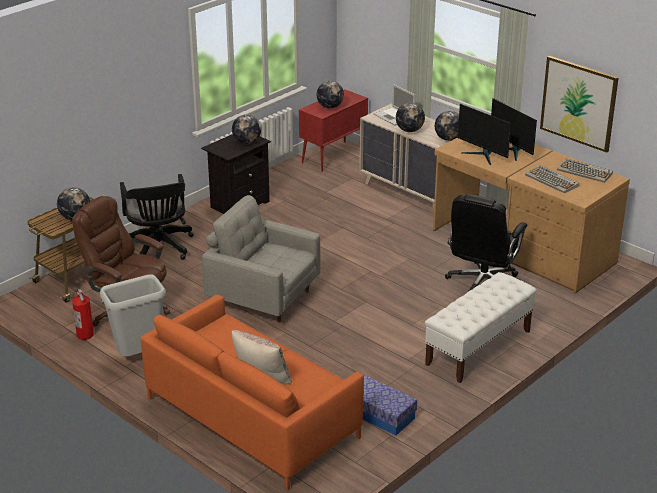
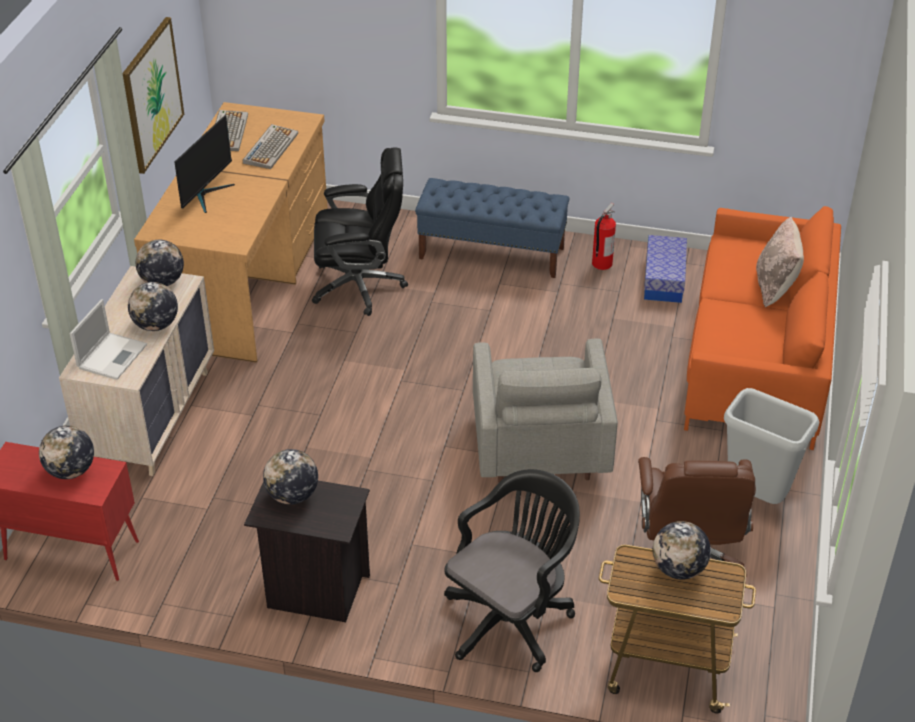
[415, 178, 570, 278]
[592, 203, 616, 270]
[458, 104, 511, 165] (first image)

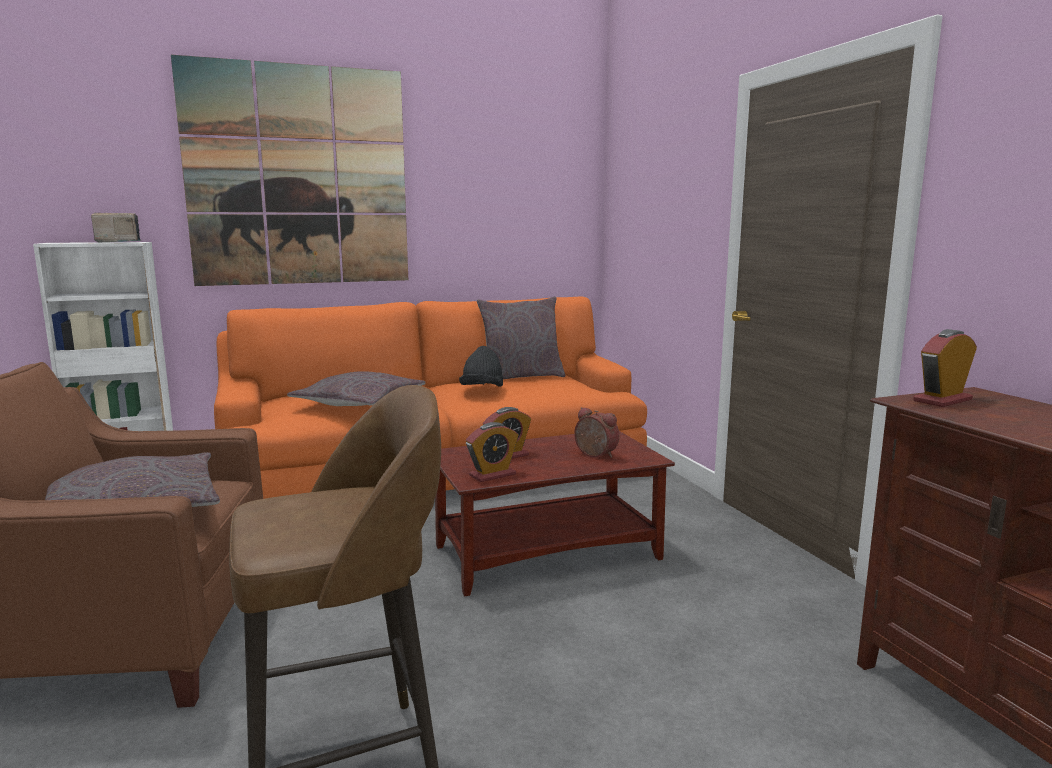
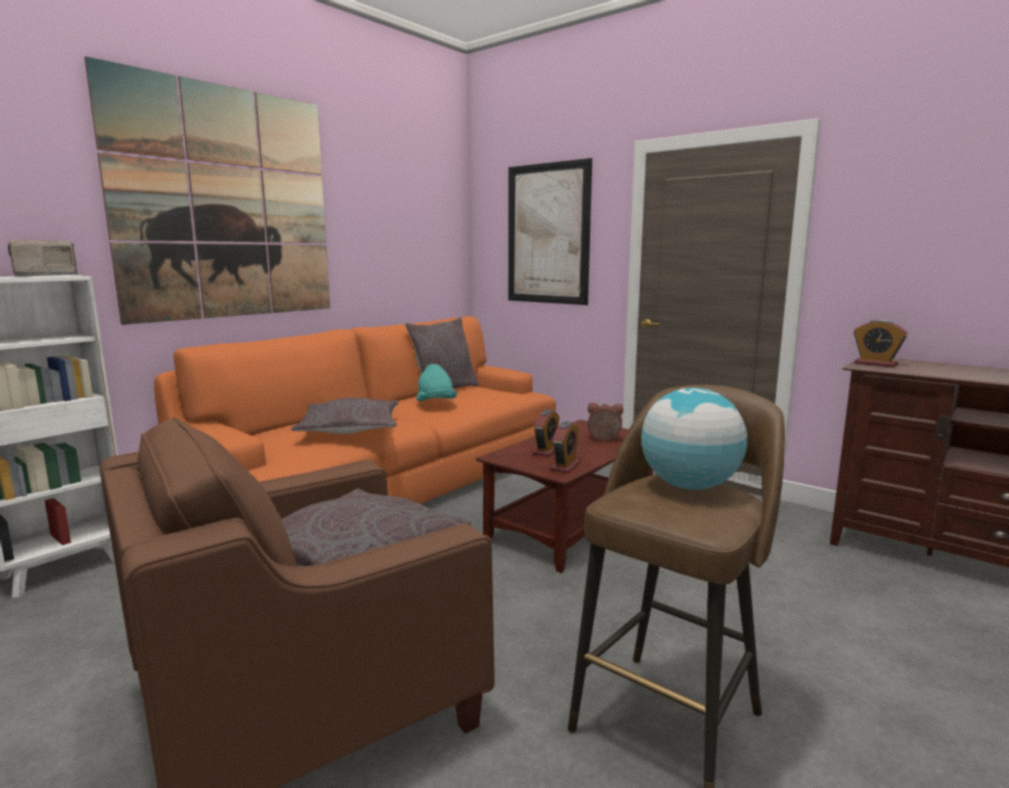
[416, 364, 457, 401]
[508, 158, 592, 305]
[641, 388, 748, 490]
[854, 319, 908, 367]

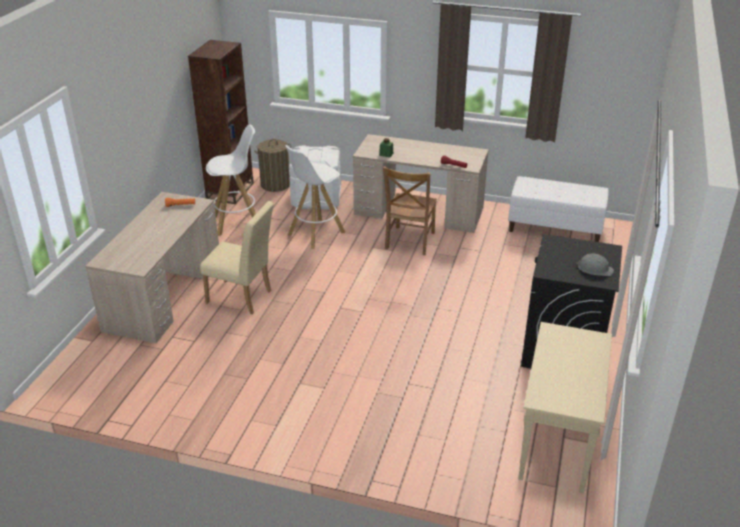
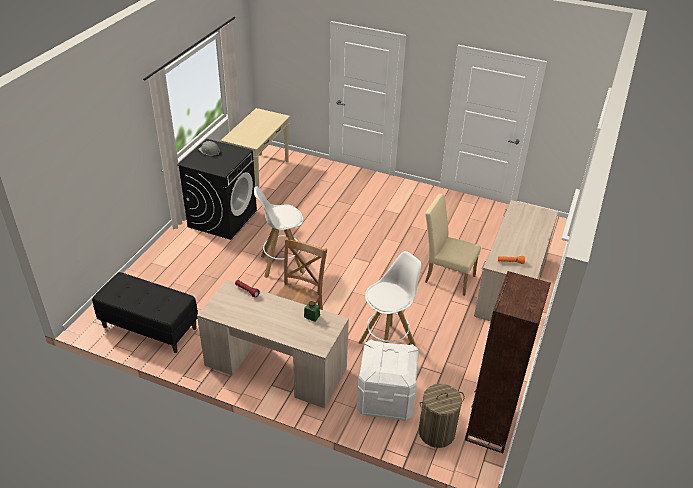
[92, 272, 198, 353]
[254, 186, 305, 278]

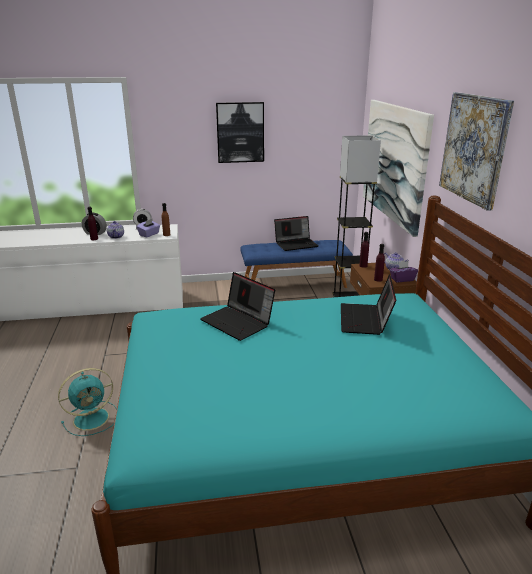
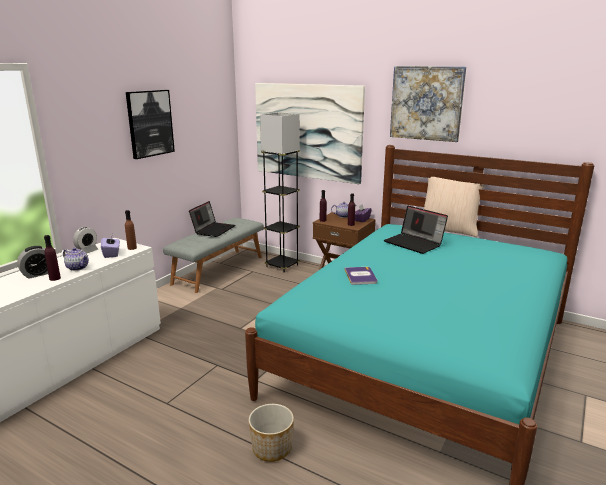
[163, 218, 264, 293]
[249, 404, 294, 462]
[344, 267, 377, 285]
[424, 177, 485, 237]

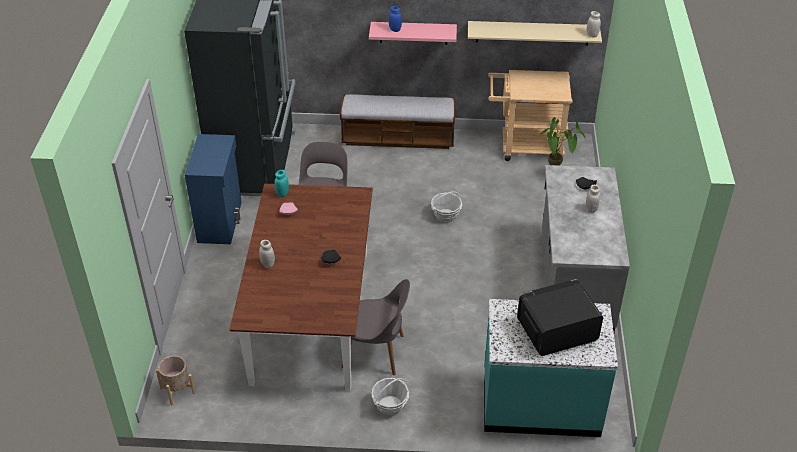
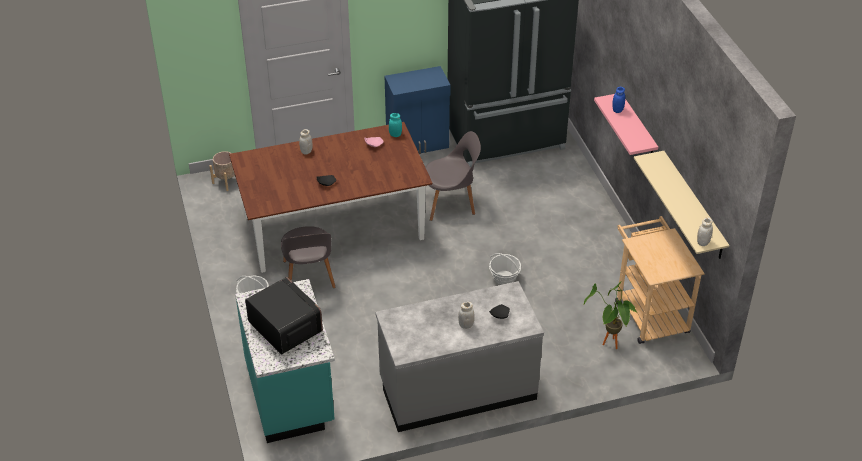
[340, 94, 455, 149] (first image)

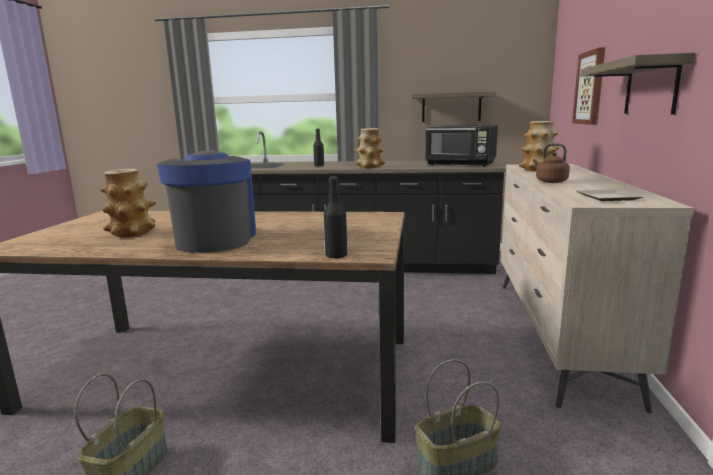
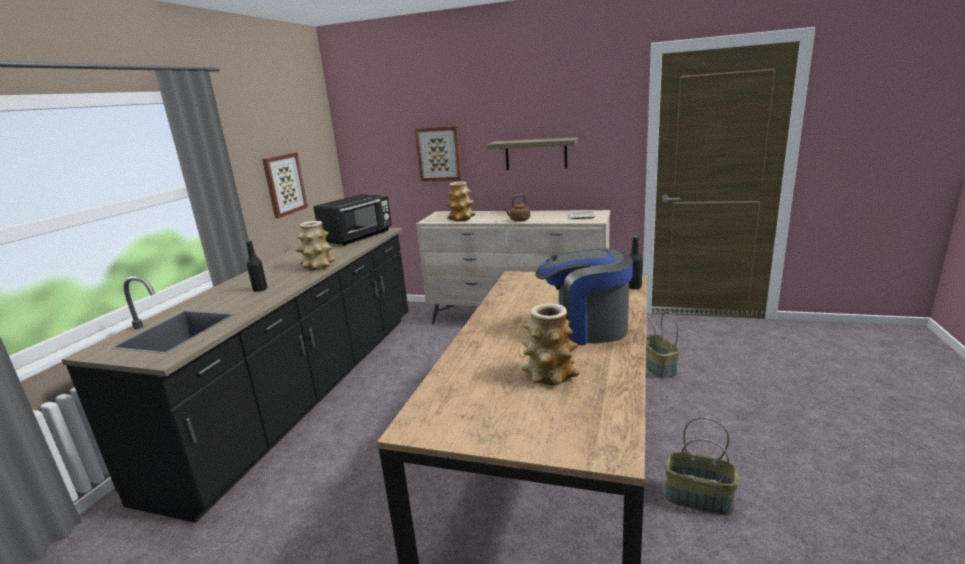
[262, 152, 308, 218]

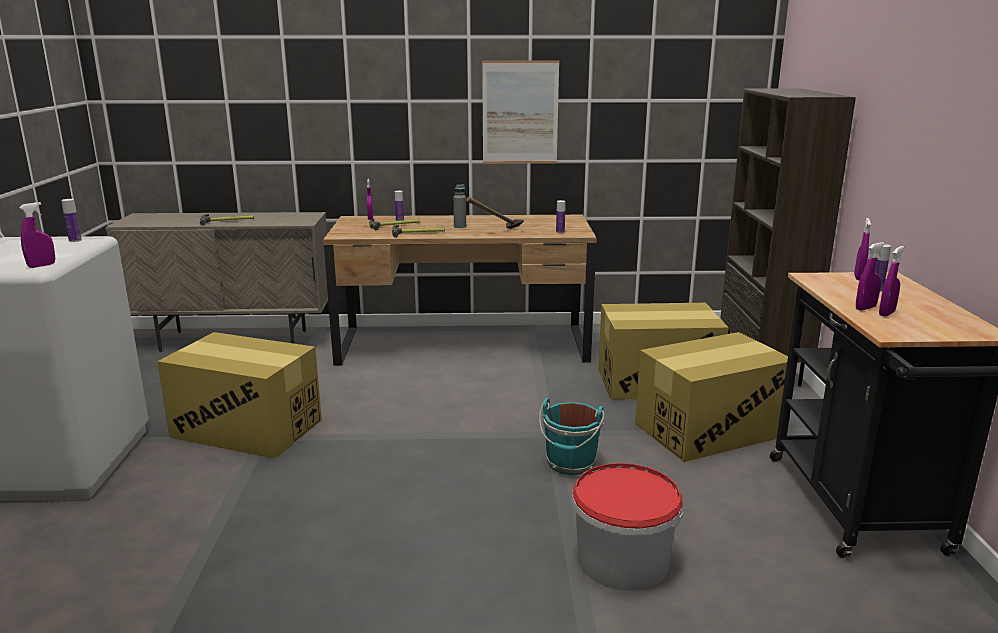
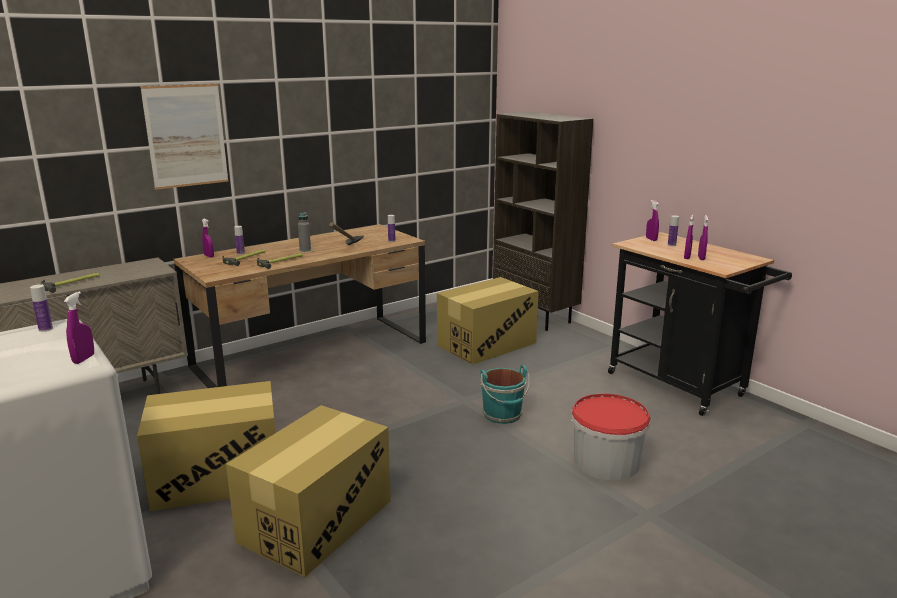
[140, 84, 228, 190]
[226, 405, 391, 577]

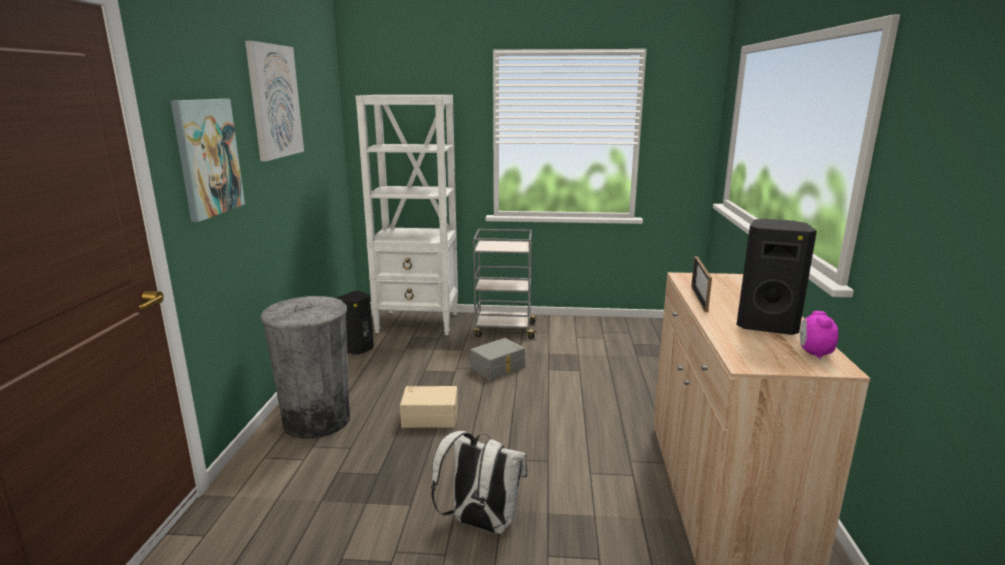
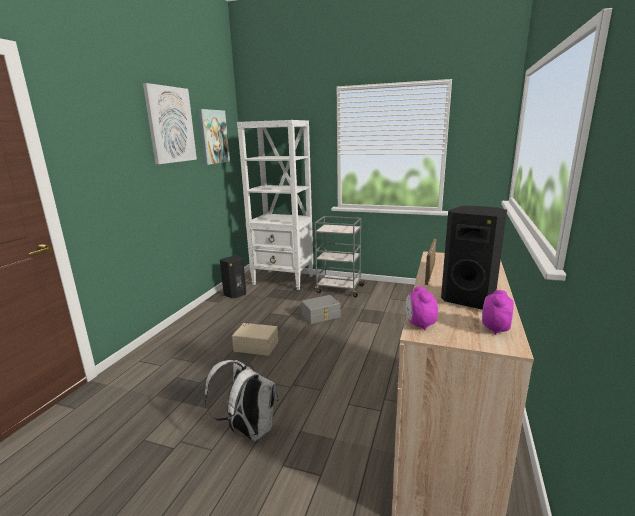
[198, 109, 230, 165]
[406, 287, 438, 330]
[260, 296, 350, 439] (first image)

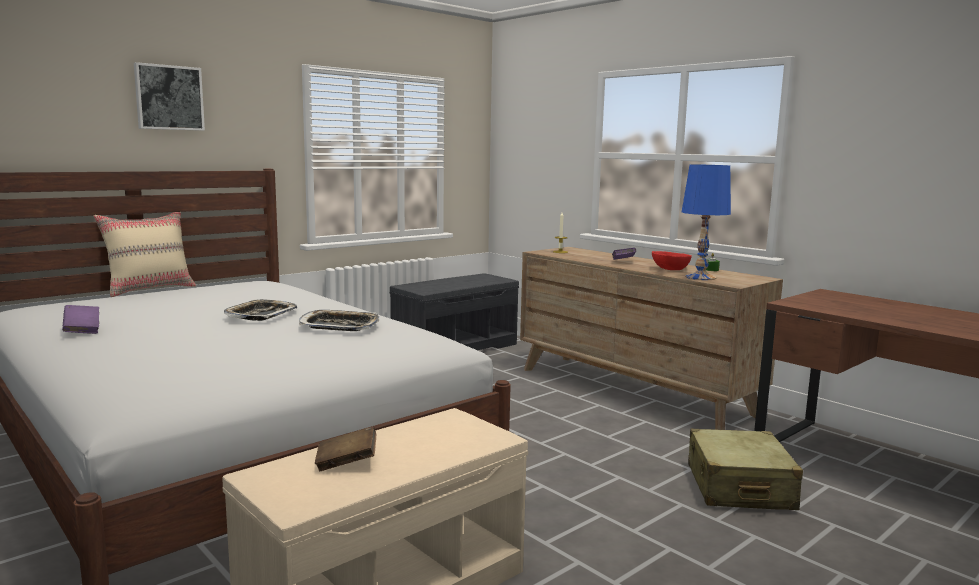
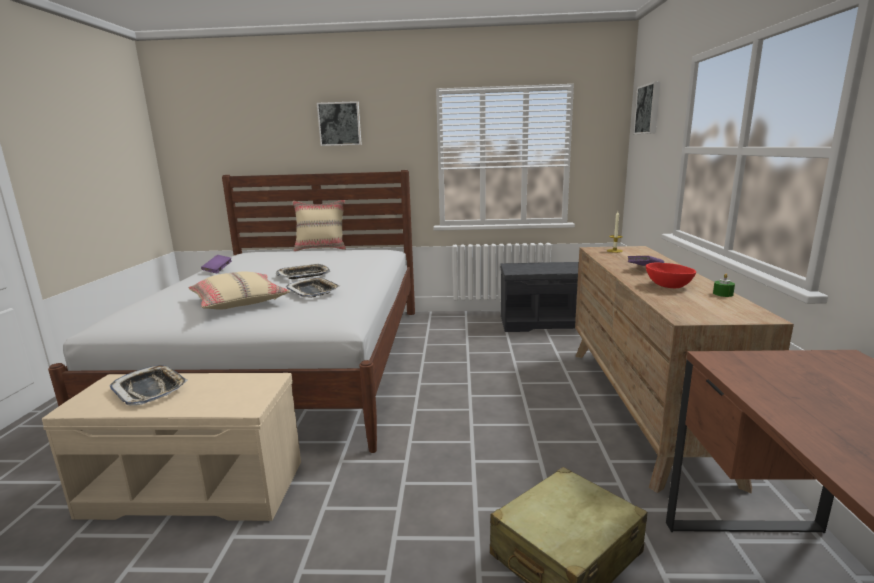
[109, 365, 188, 406]
[189, 272, 290, 310]
[633, 81, 661, 134]
[682, 164, 731, 280] (first image)

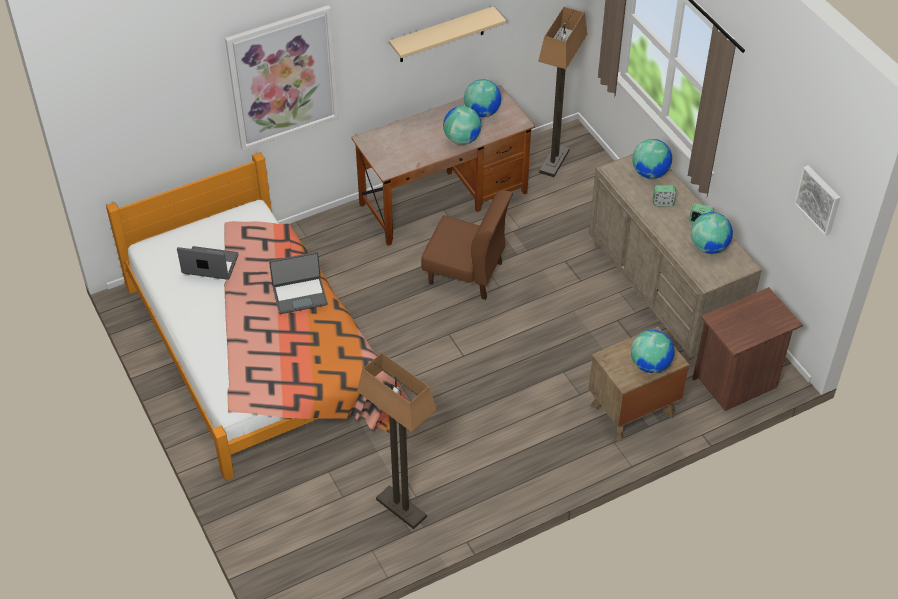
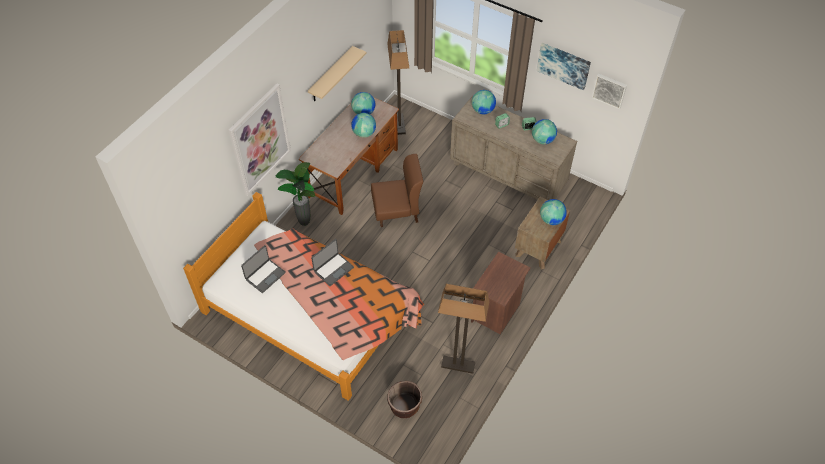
[241, 245, 286, 293]
[276, 162, 315, 226]
[387, 381, 422, 418]
[471, 251, 531, 334]
[537, 43, 591, 90]

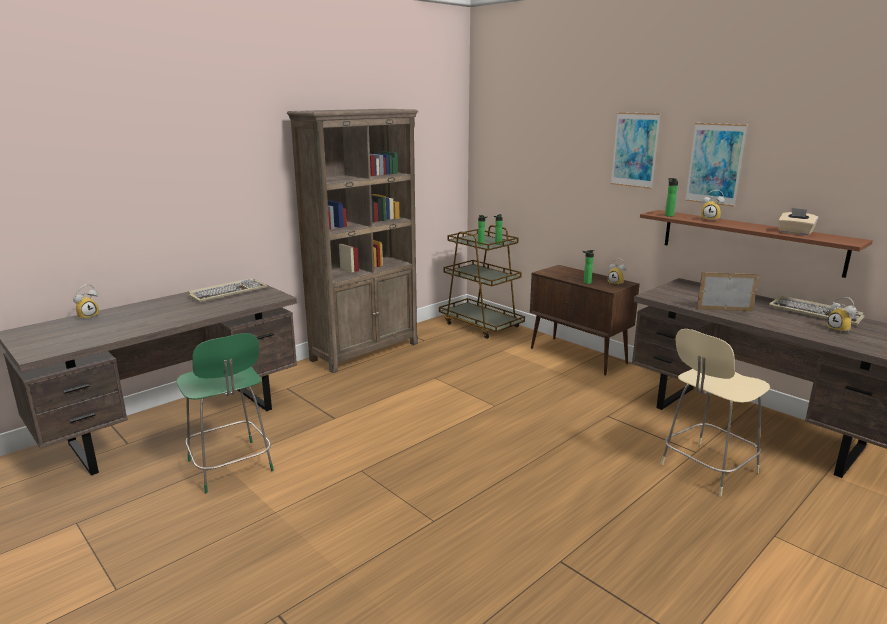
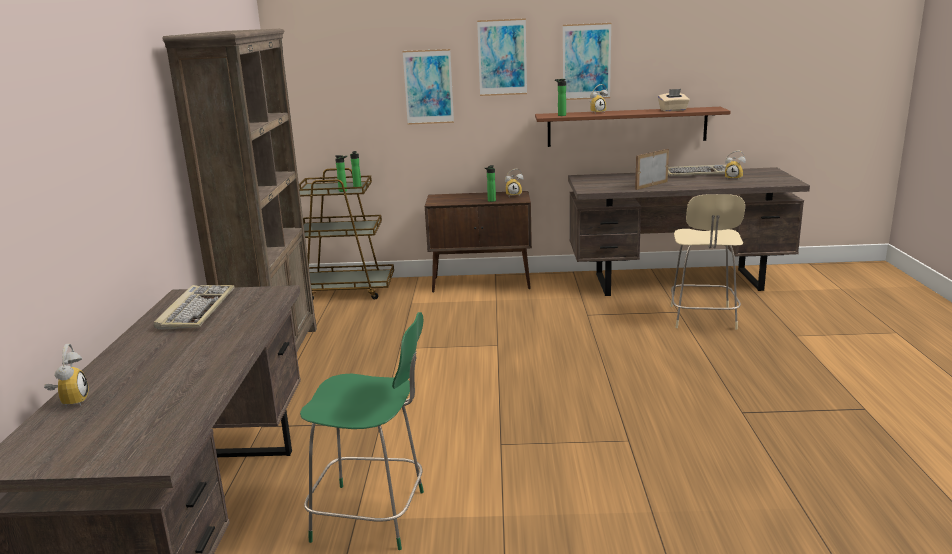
[403, 49, 454, 125]

